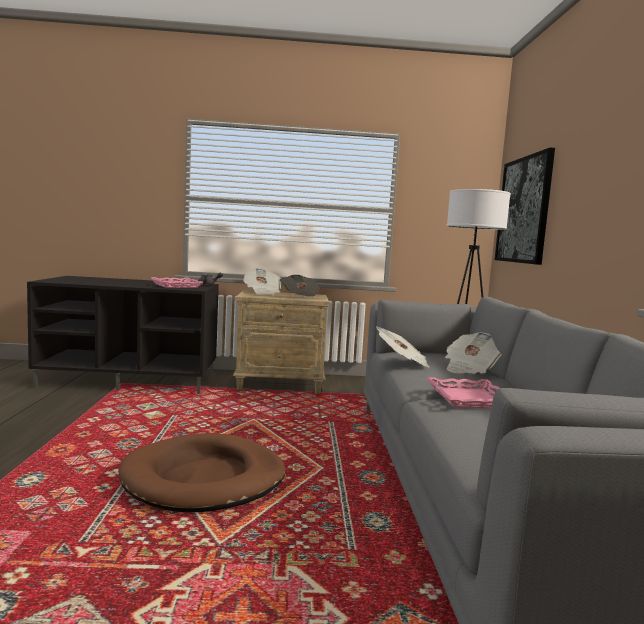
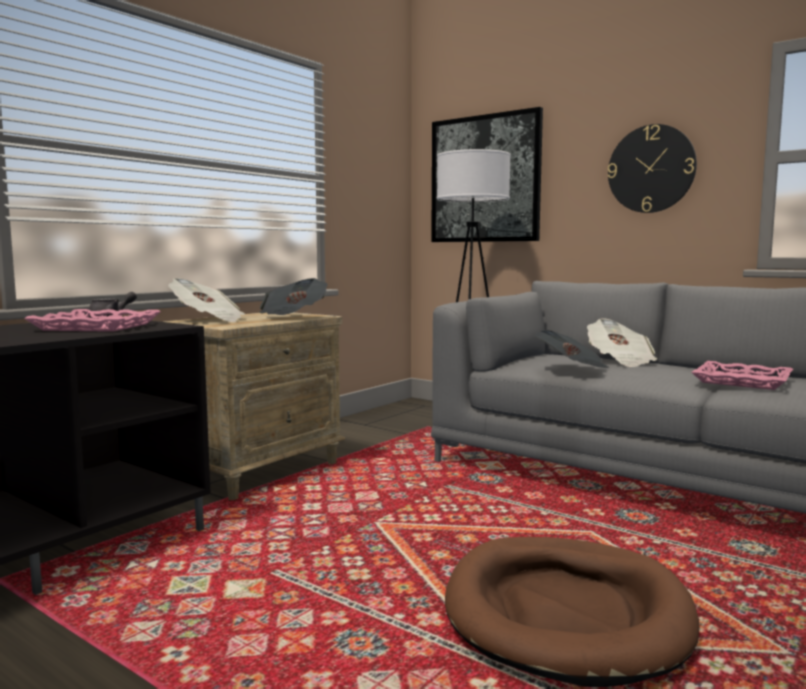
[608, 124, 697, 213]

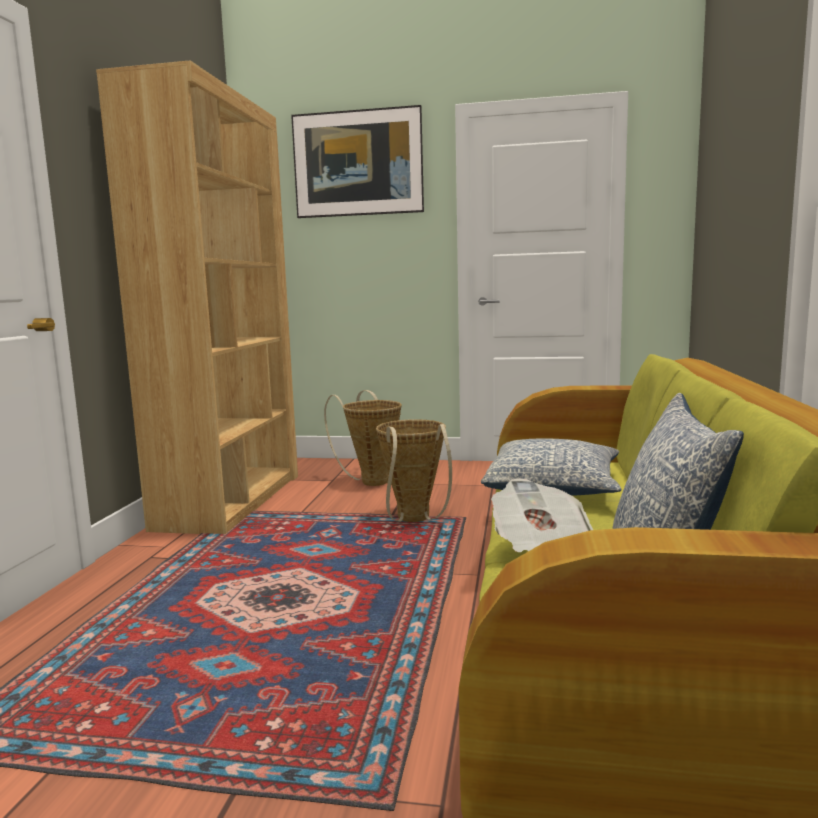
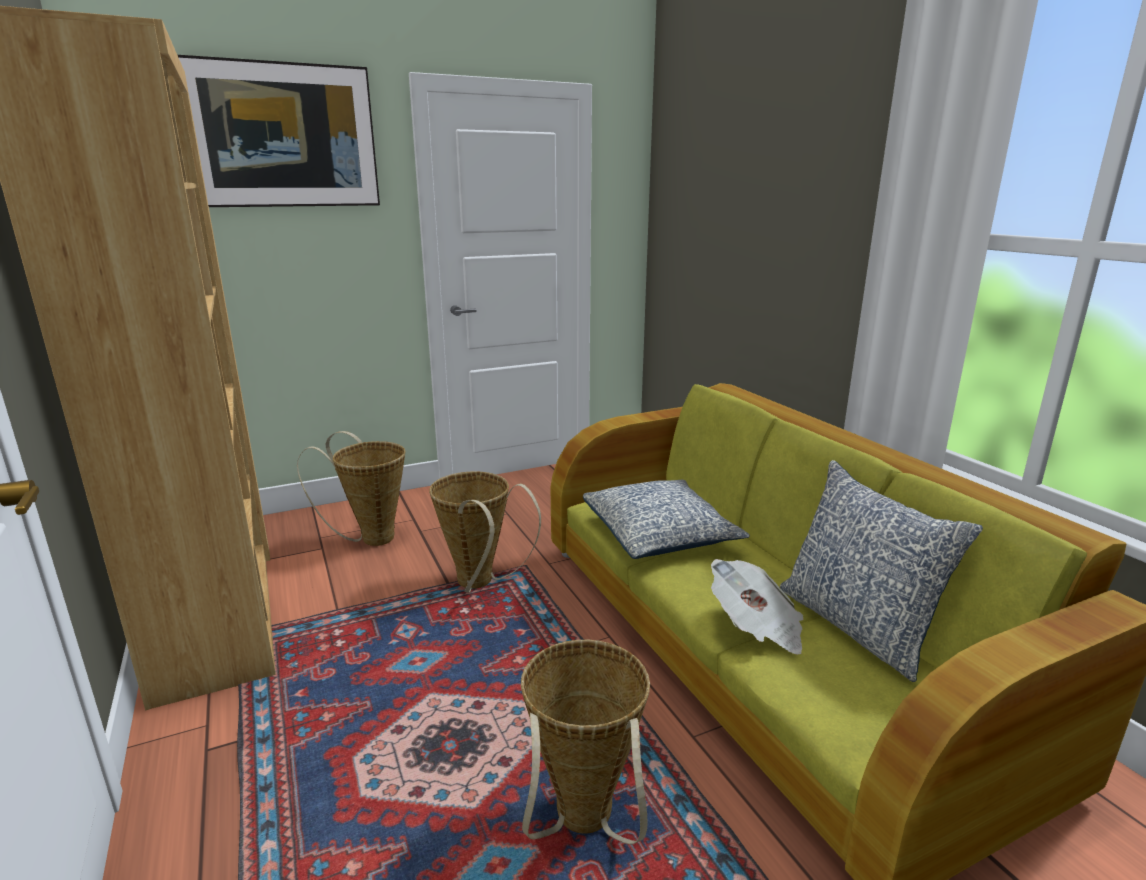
[521, 640, 650, 844]

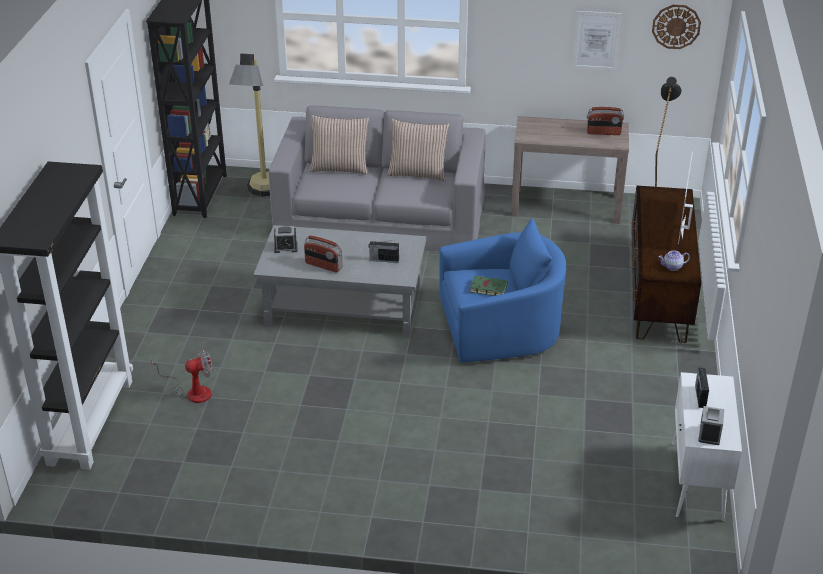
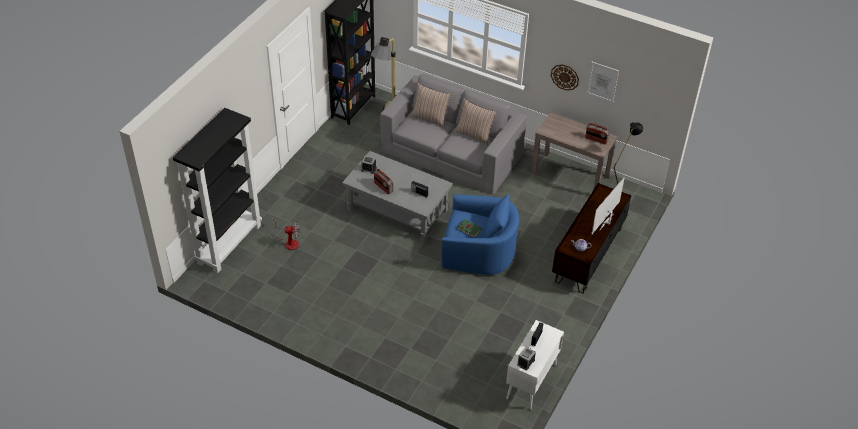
[551, 64, 579, 91]

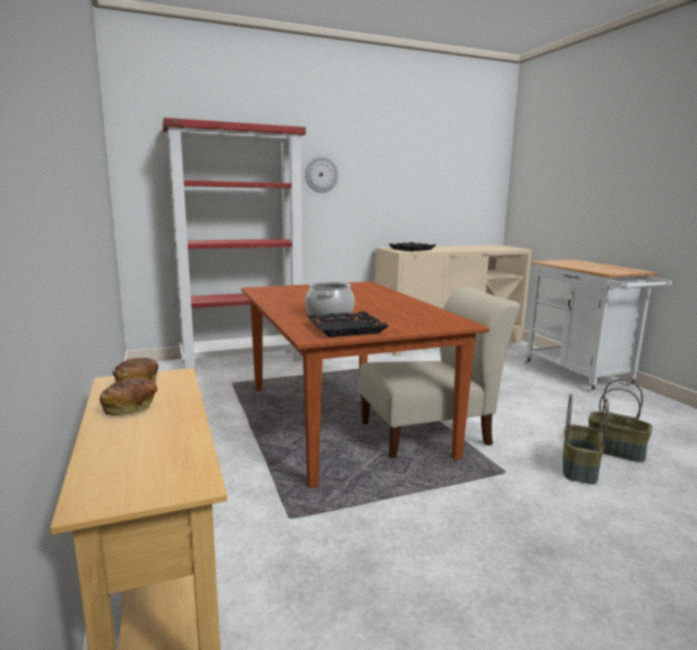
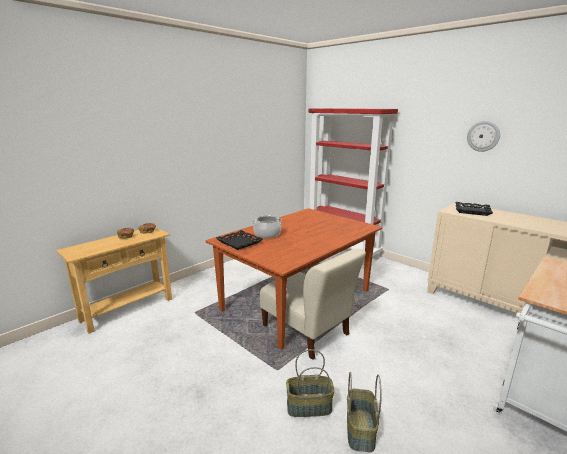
[467, 121, 500, 152]

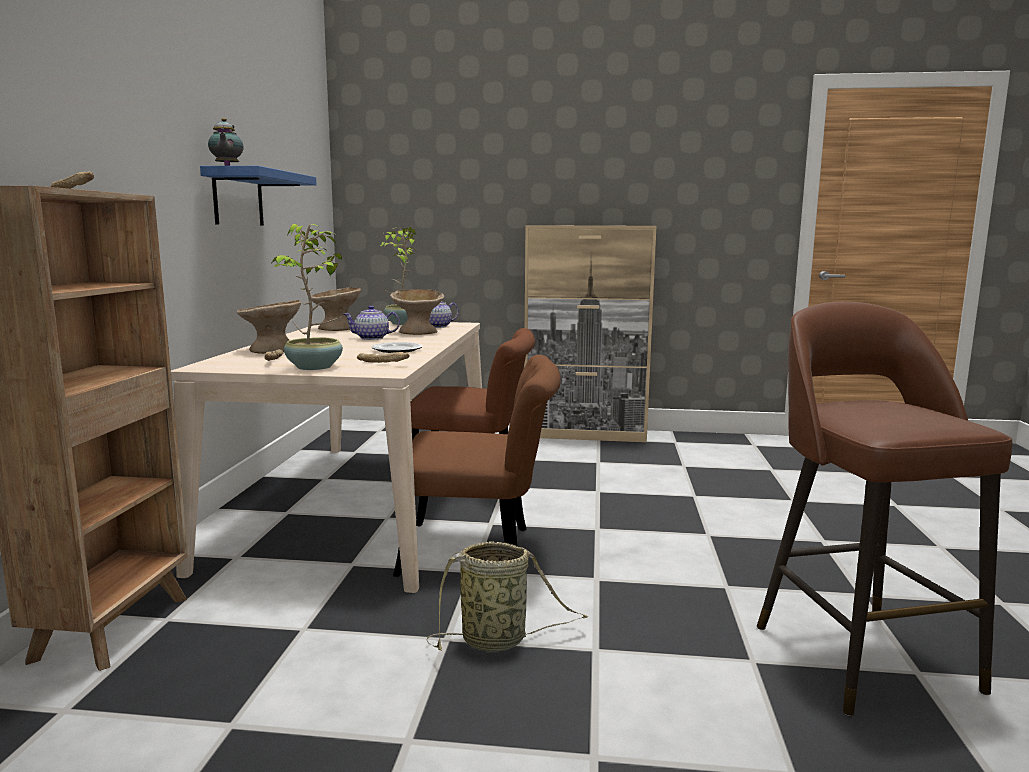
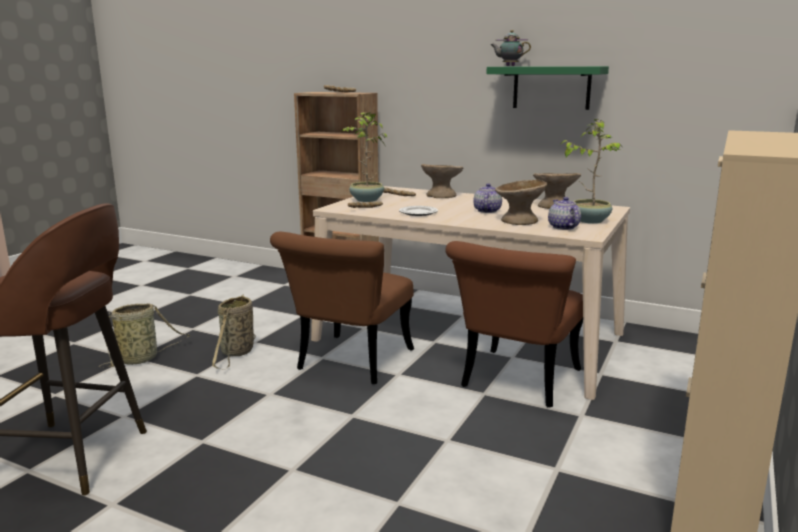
[99, 303, 190, 368]
[486, 66, 609, 110]

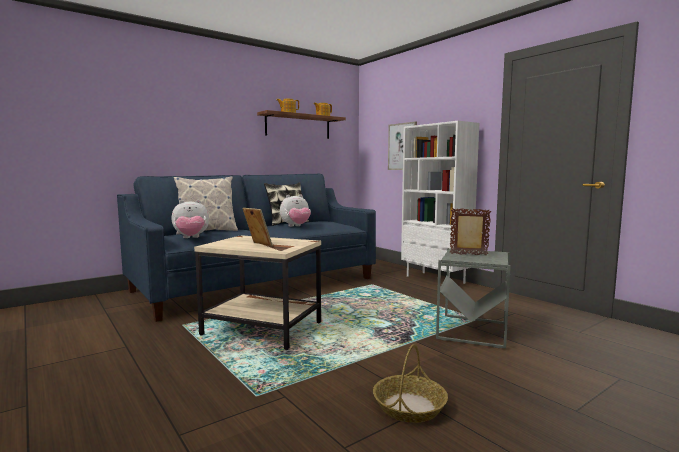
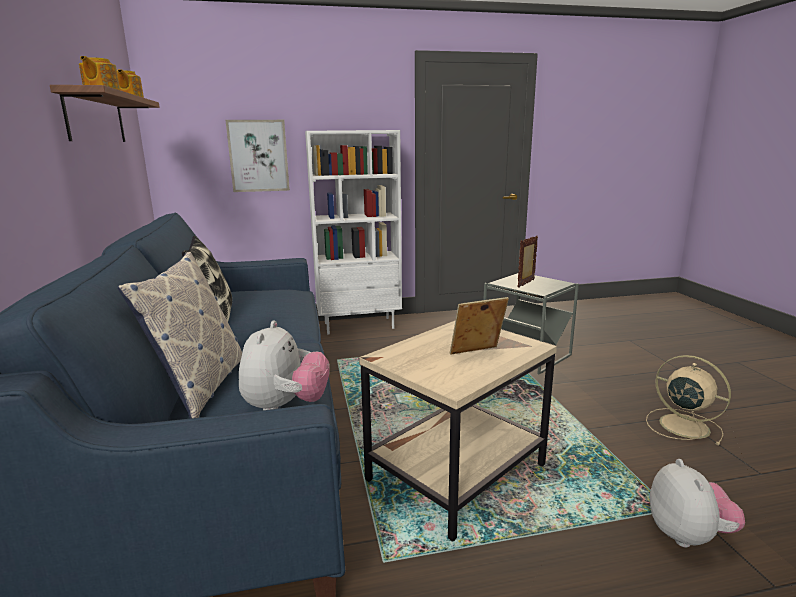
[646, 355, 731, 445]
[650, 459, 745, 547]

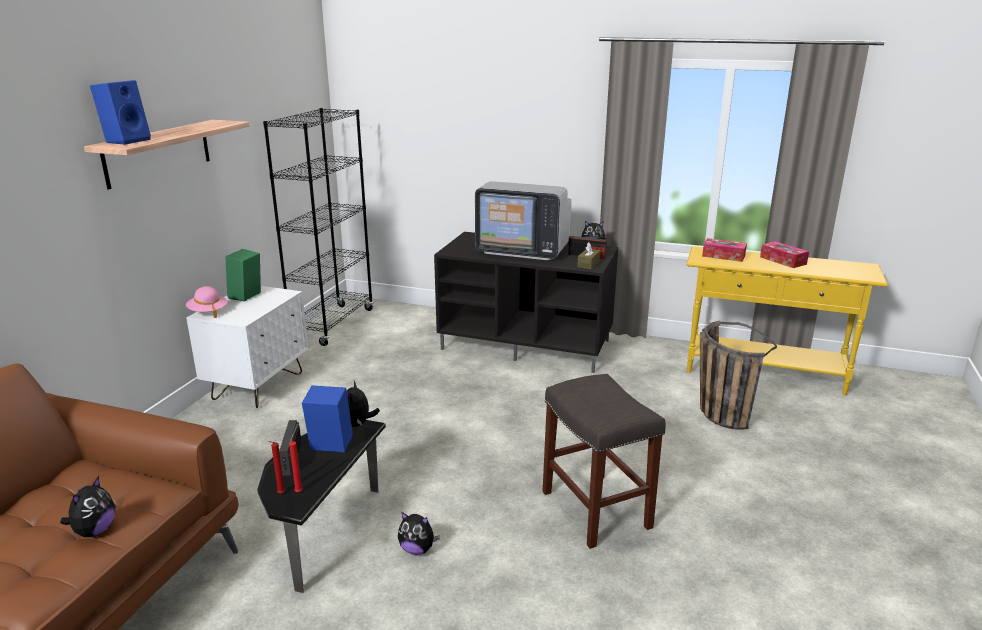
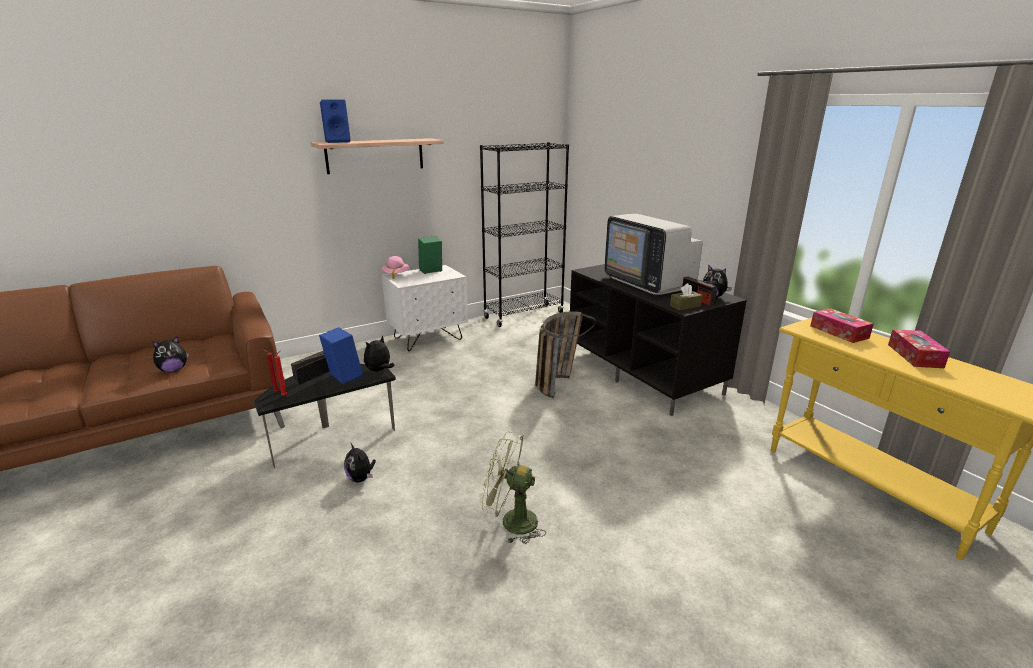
[480, 431, 546, 544]
[535, 311, 595, 398]

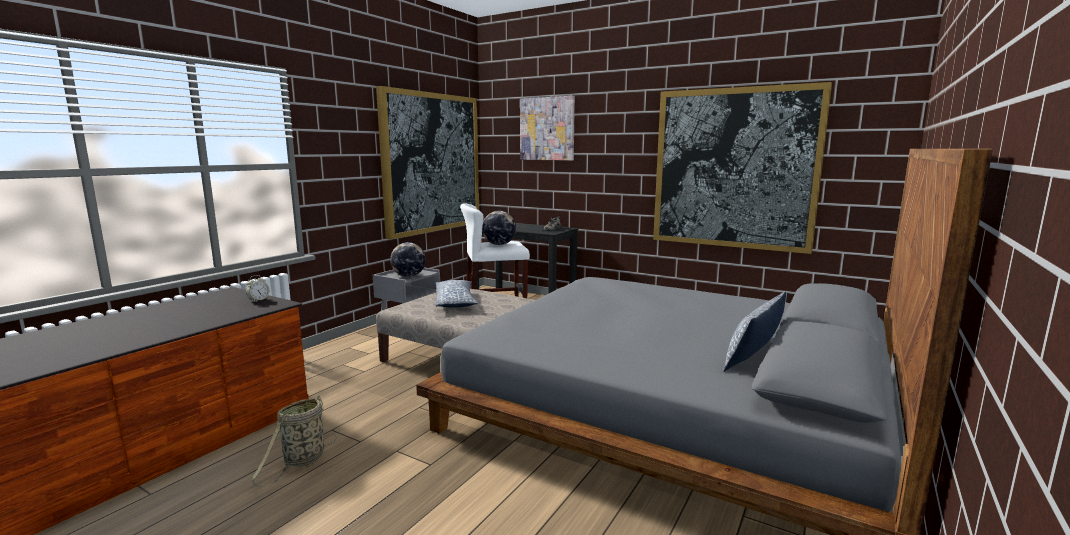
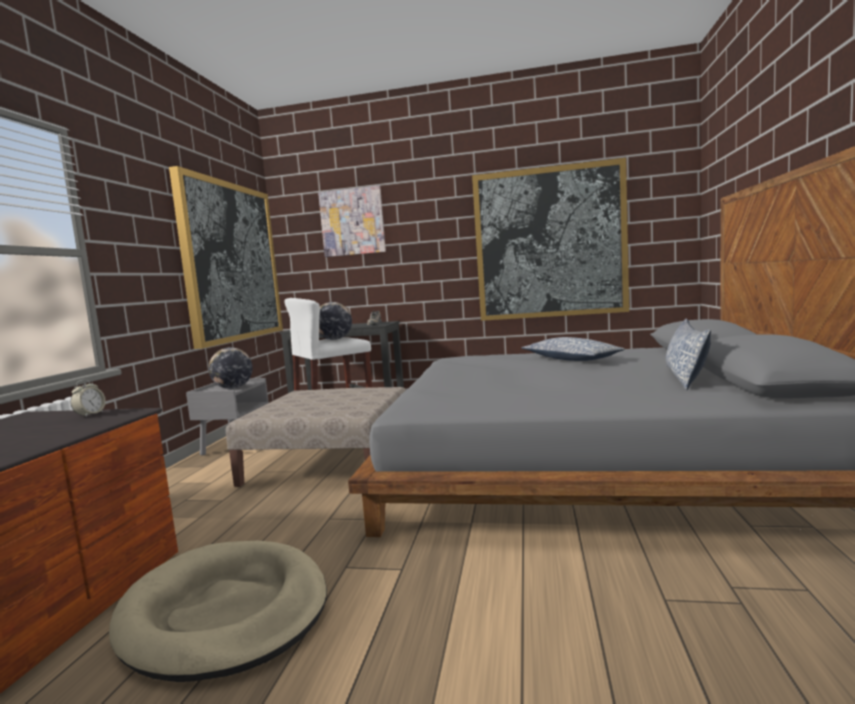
[109, 540, 327, 682]
[522, 337, 625, 361]

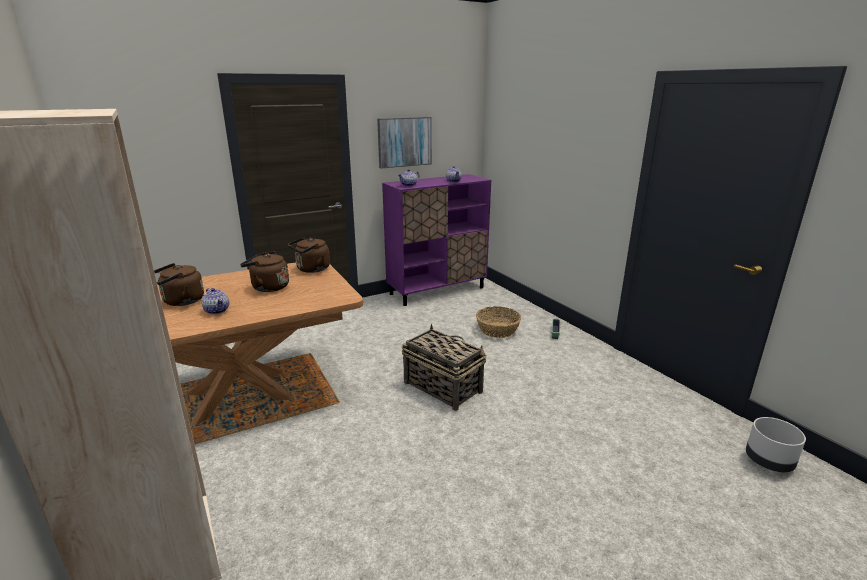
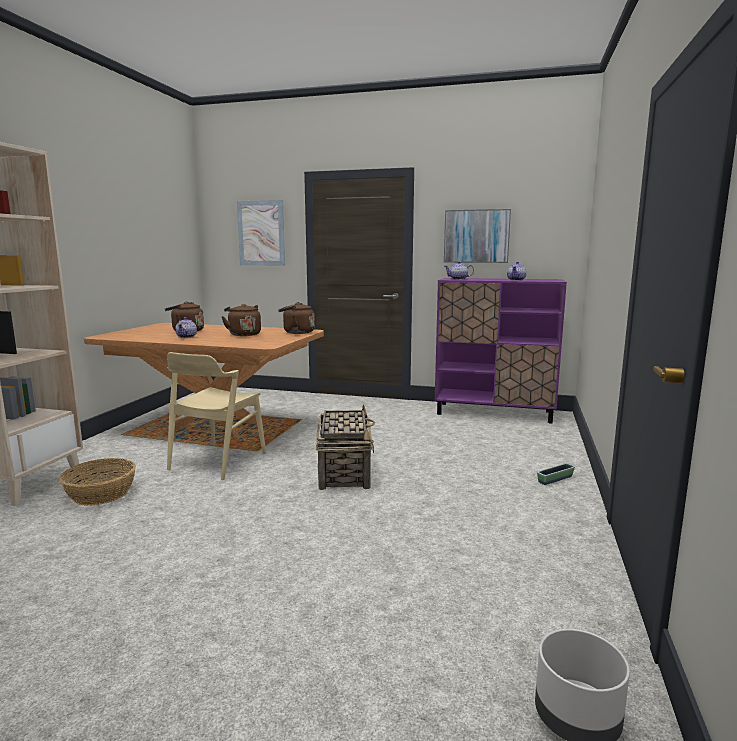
[59, 458, 136, 506]
[167, 352, 266, 480]
[237, 200, 285, 266]

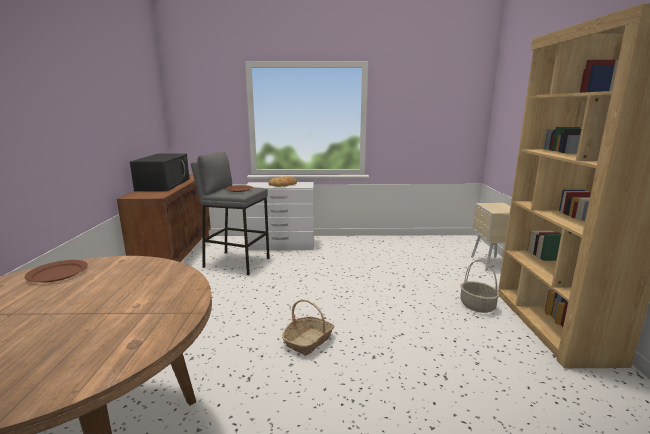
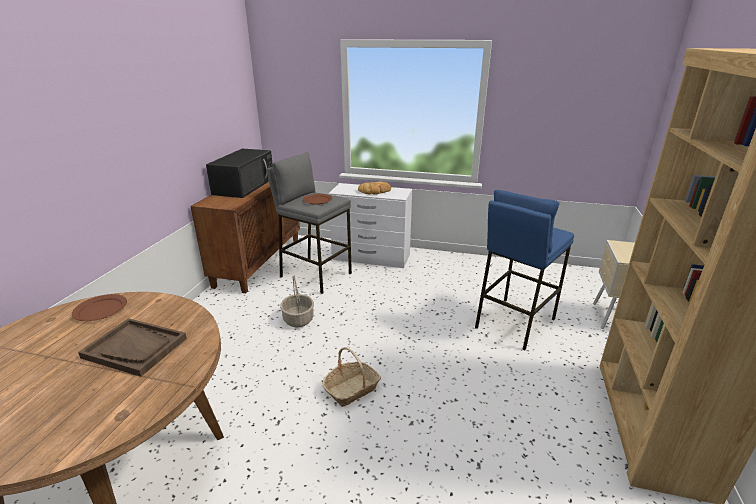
[78, 318, 187, 377]
[280, 275, 314, 327]
[475, 190, 574, 350]

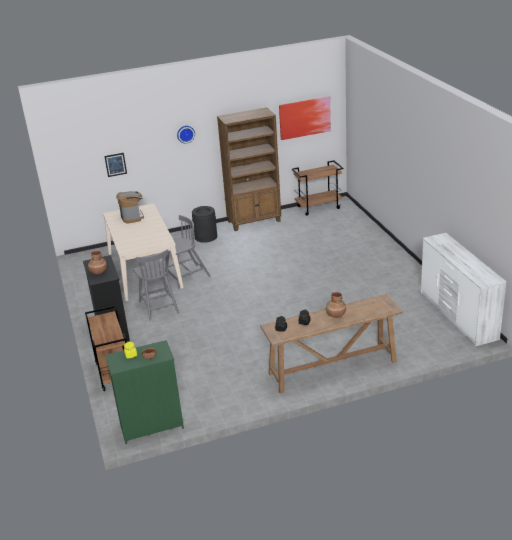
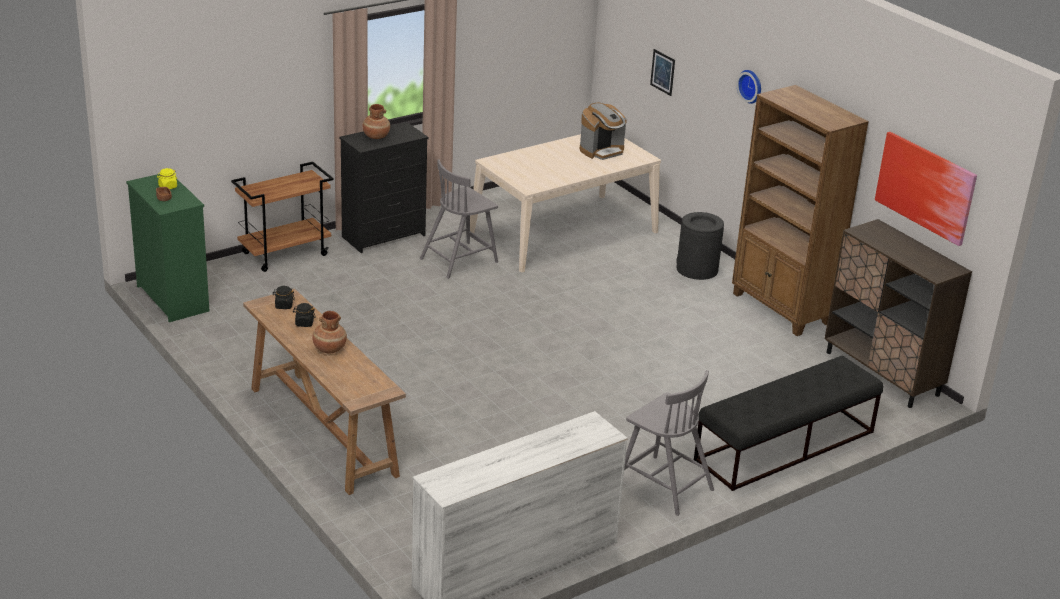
[624, 370, 714, 516]
[694, 356, 883, 491]
[825, 219, 972, 408]

